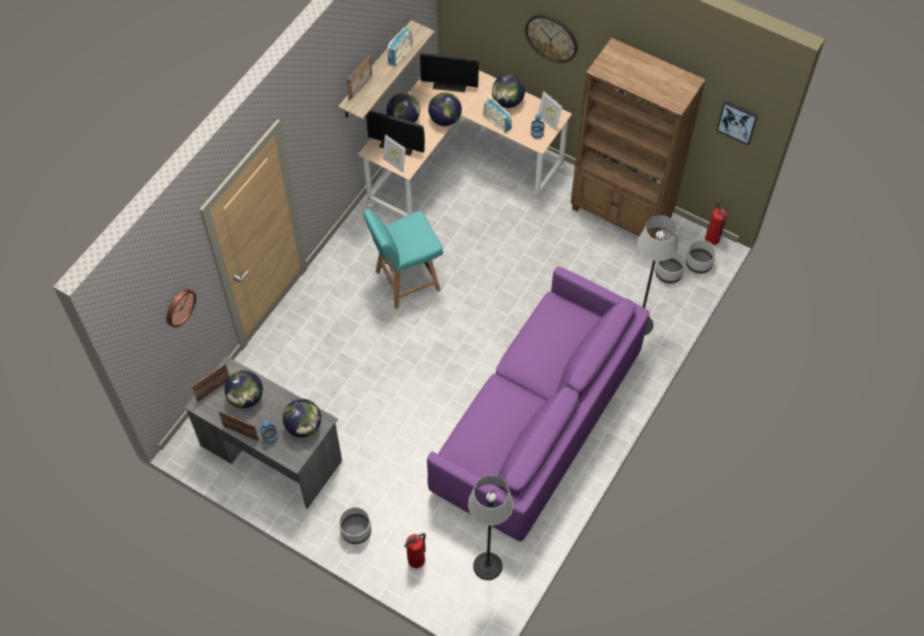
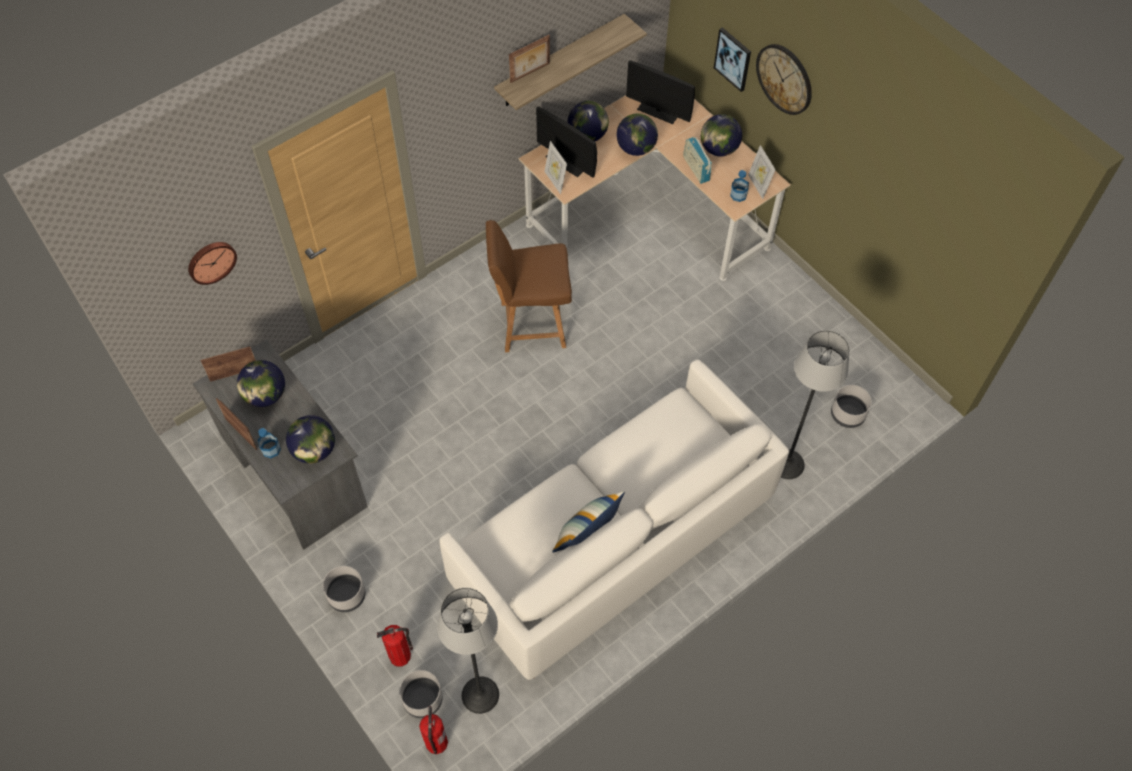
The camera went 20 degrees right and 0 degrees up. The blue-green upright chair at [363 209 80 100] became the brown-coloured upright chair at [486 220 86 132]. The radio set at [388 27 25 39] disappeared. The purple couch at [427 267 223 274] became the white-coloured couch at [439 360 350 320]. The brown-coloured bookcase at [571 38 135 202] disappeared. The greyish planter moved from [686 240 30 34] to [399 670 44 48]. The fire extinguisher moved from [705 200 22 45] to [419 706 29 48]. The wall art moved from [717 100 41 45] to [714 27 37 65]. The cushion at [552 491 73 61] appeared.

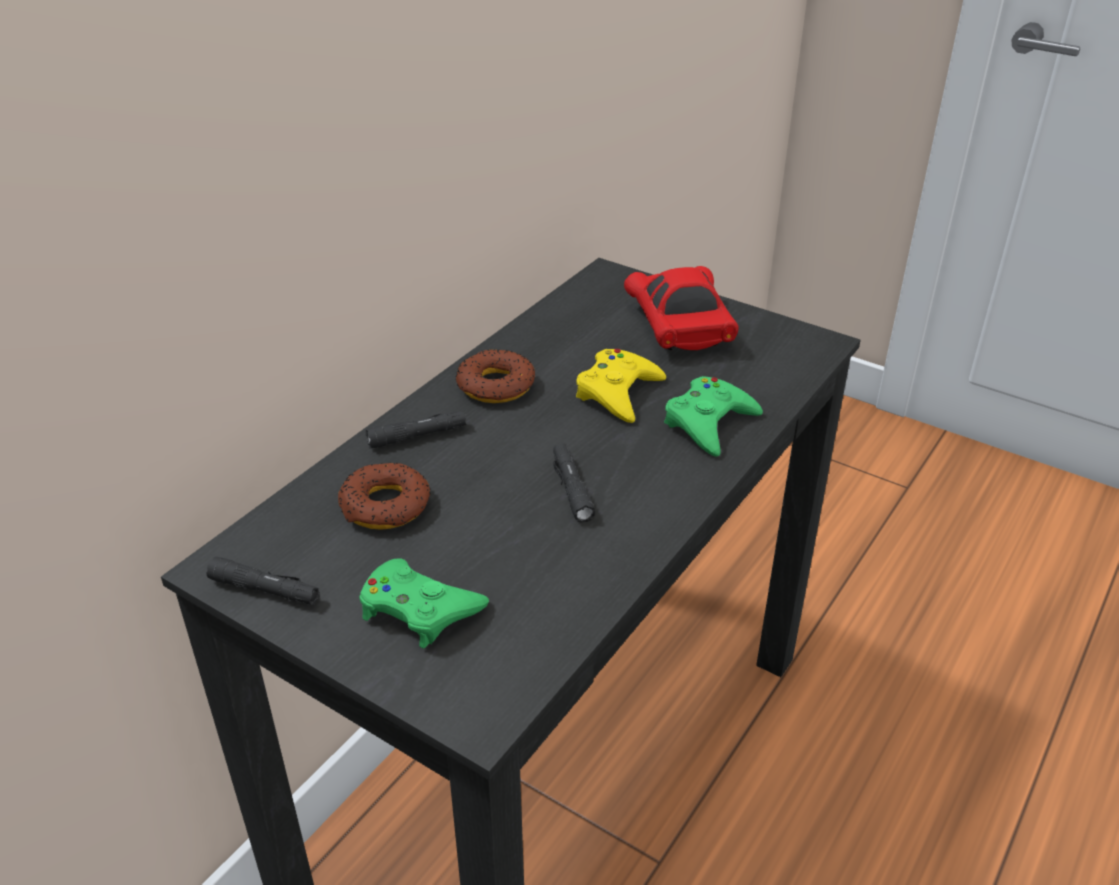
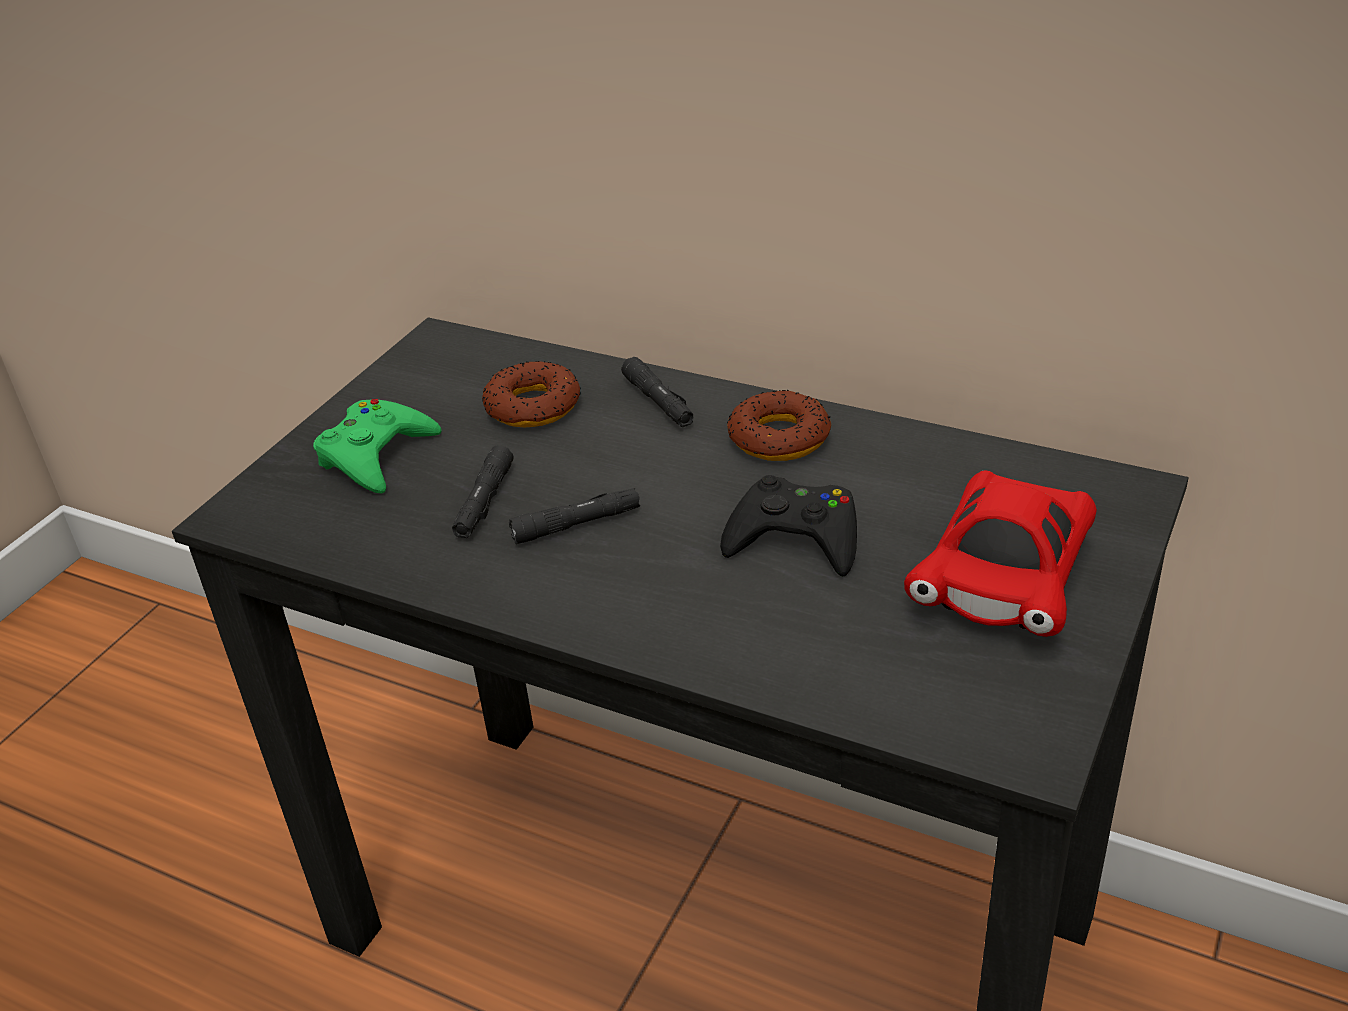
The camera went 85 degrees right and 0 degrees up. The blackish flashlight moved from [206 557 114 48] to [452 445 62 93]. The yellow-coloured game controller at [576 349 90 74] became the blackish game controller at [720 475 137 101]. The reddish miniature car at [624 266 115 84] turned 135 degrees clockwise. The green-coloured game controller at [664 376 99 81] disappeared.

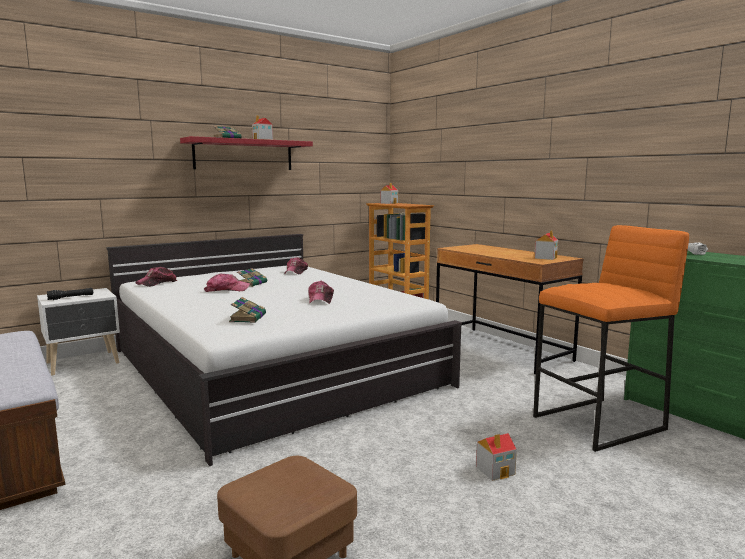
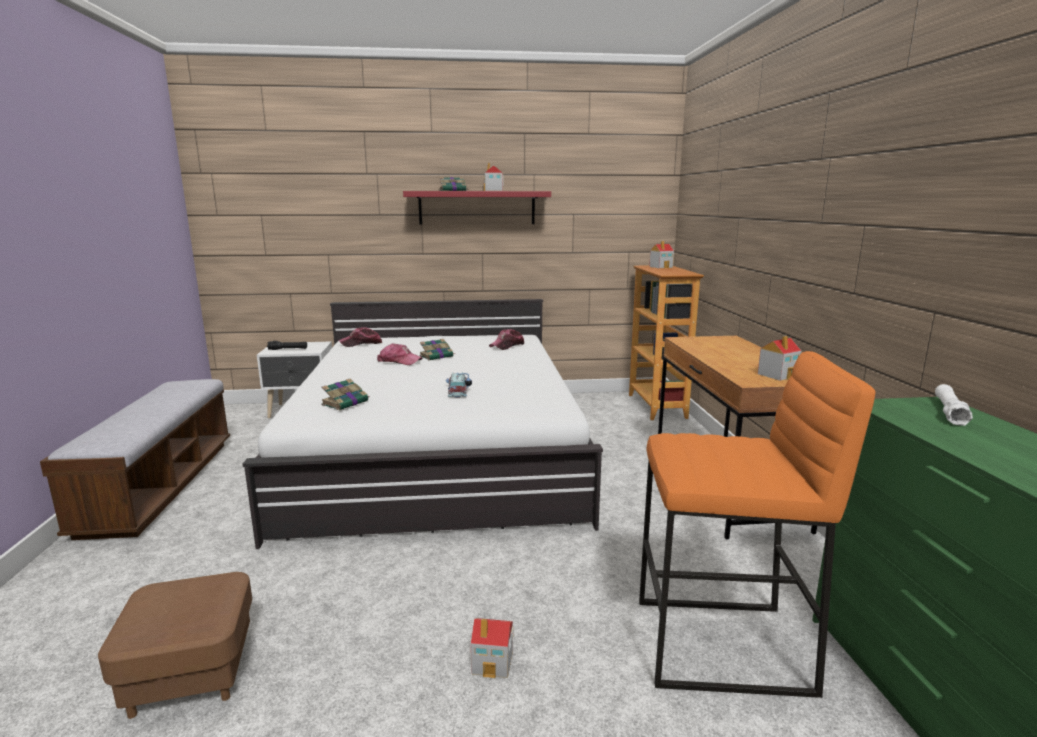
The camera went 30 degrees right and 5 degrees up. The baseball cap at [308 281 26 23] was replaced by the miniature car at [445 372 27 26].

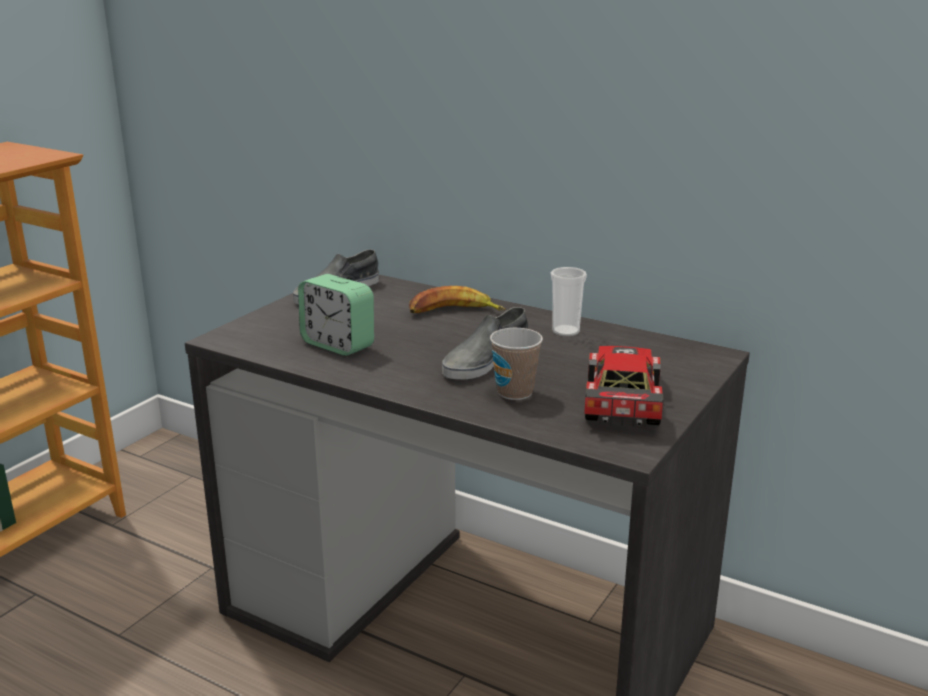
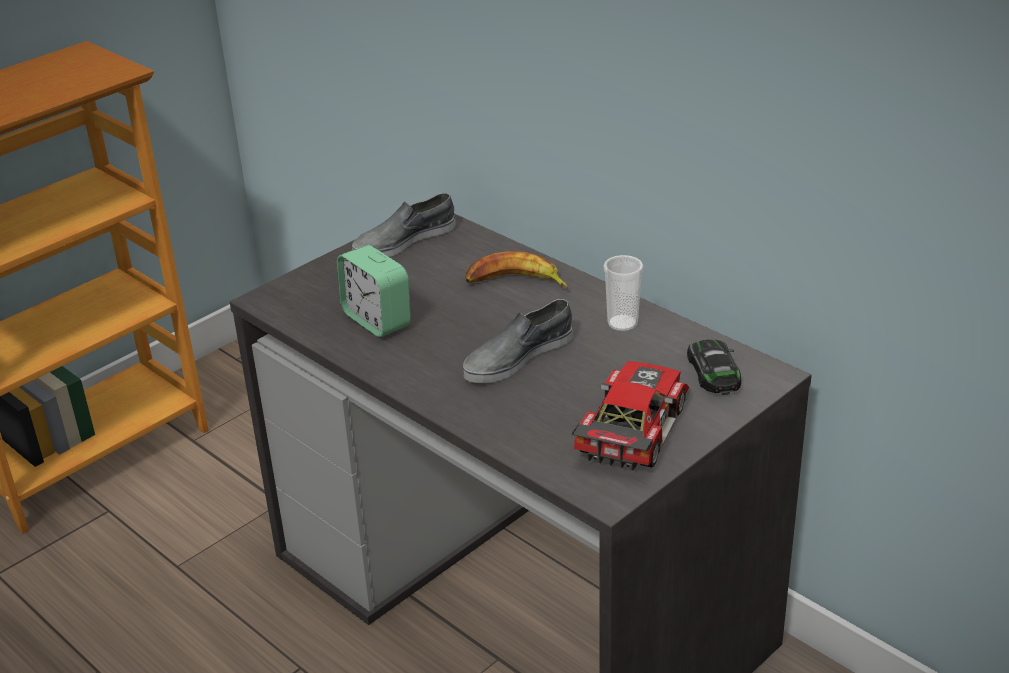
The camera went 15 degrees right and 10 degrees up. The cup at [490 328 53 72] disappeared. The miniature car at [687 340 54 55] appeared.

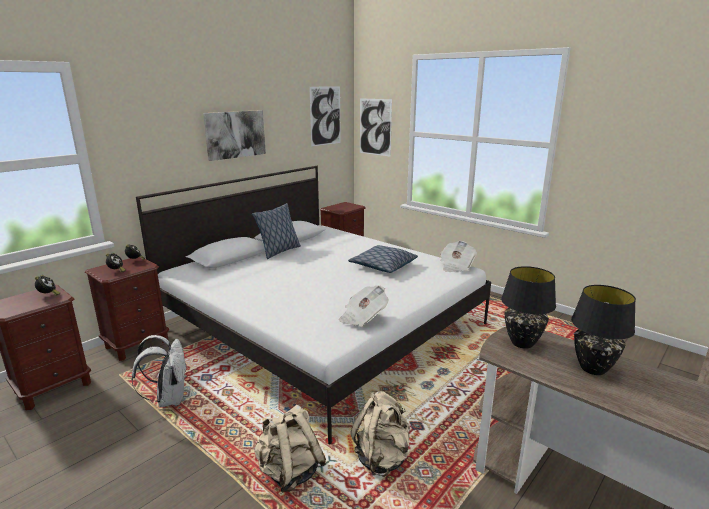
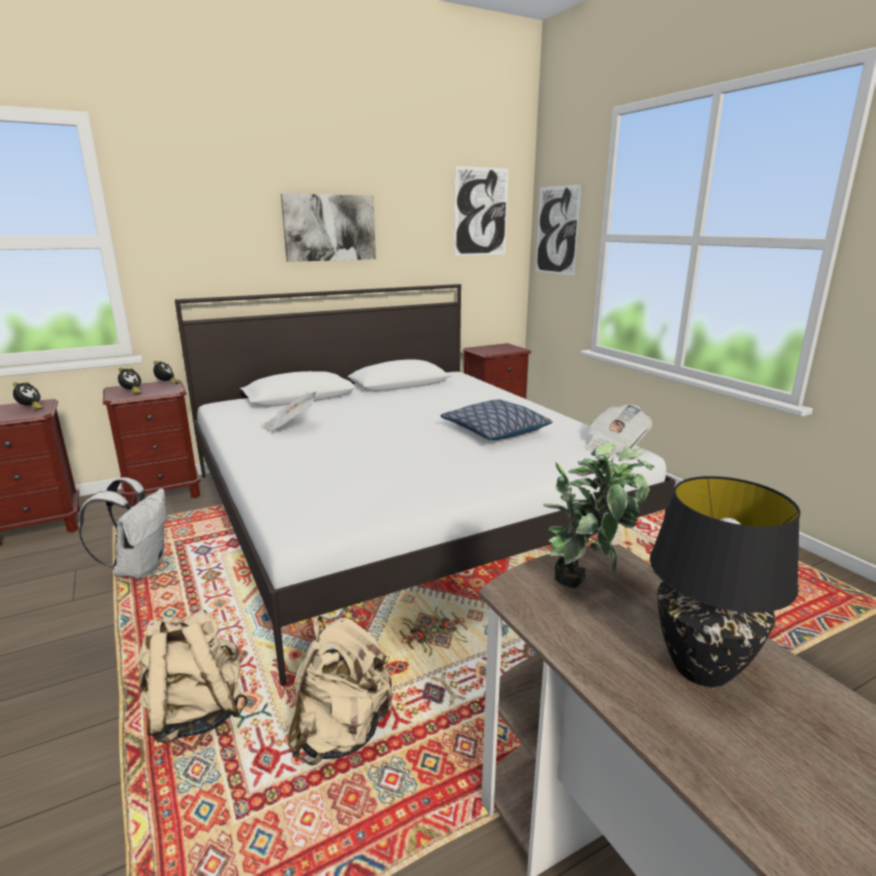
The camera went 20 degrees right and 0 degrees up. The cushion at [252 203 49 56] disappeared. The printed paper moved from [339 286 50 41] to [261 392 58 40]. The blackish table lamp at [501 266 55 83] was replaced by the potted plant at [543 443 112 145].

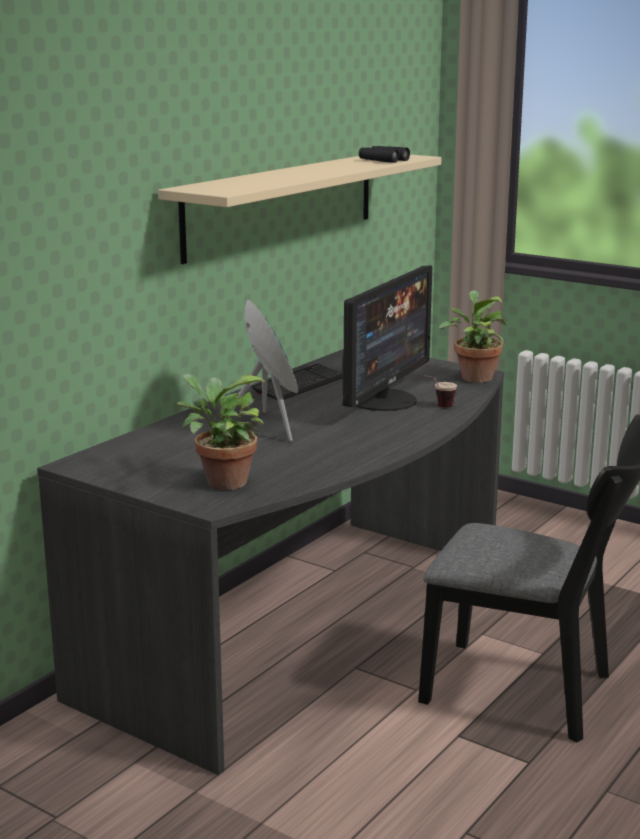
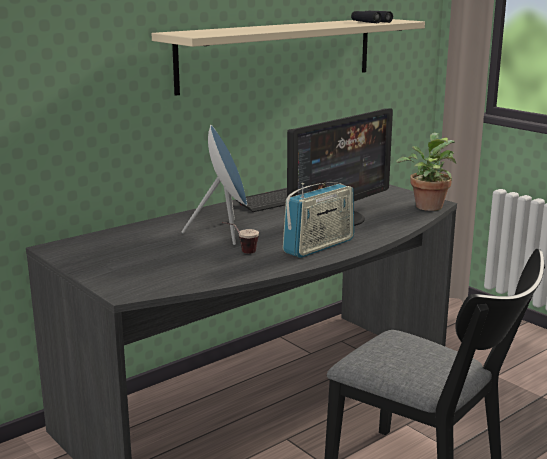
The camera went 15 degrees right and 0 degrees up. The potted plant at [177 373 88 117] disappeared. The cup moved from [424 375 33 33] to [222 222 37 32]. The radio set at [283 183 71 75] appeared.

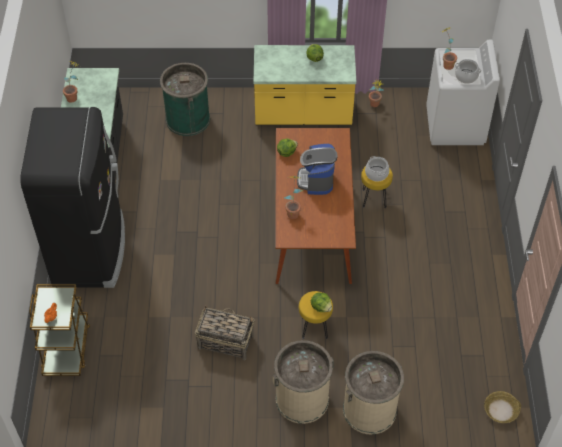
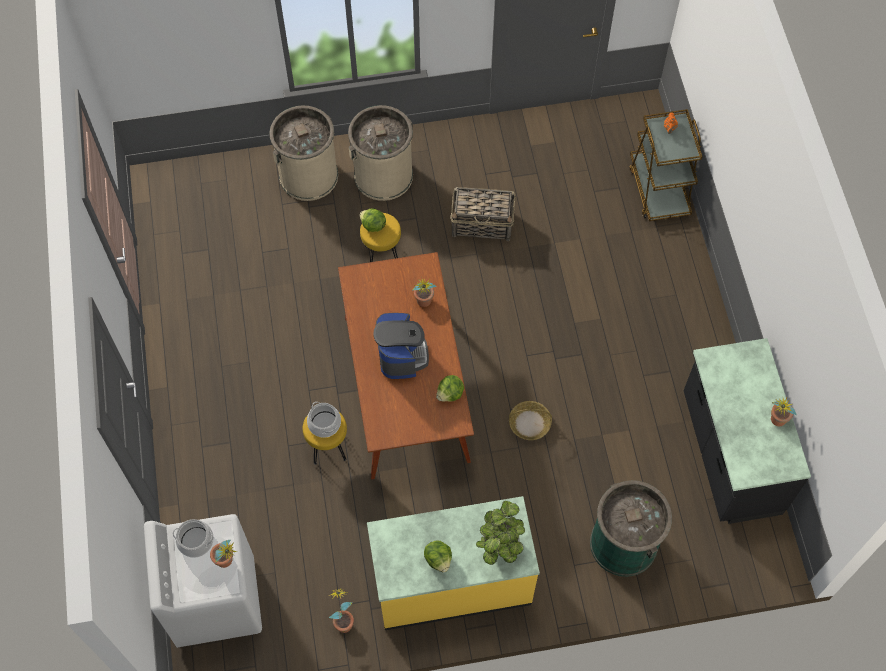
The camera went 170 degrees right and 10 degrees up. The blackish fridge at [20 107 105 181] disappeared. The household basket moved from [484 391 37 32] to [509 401 43 39]. The potted plant at [476 501 49 64] appeared.

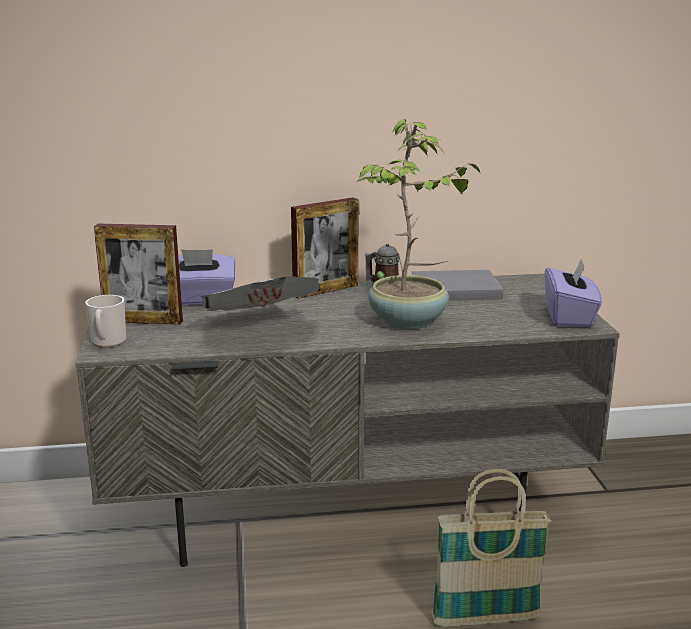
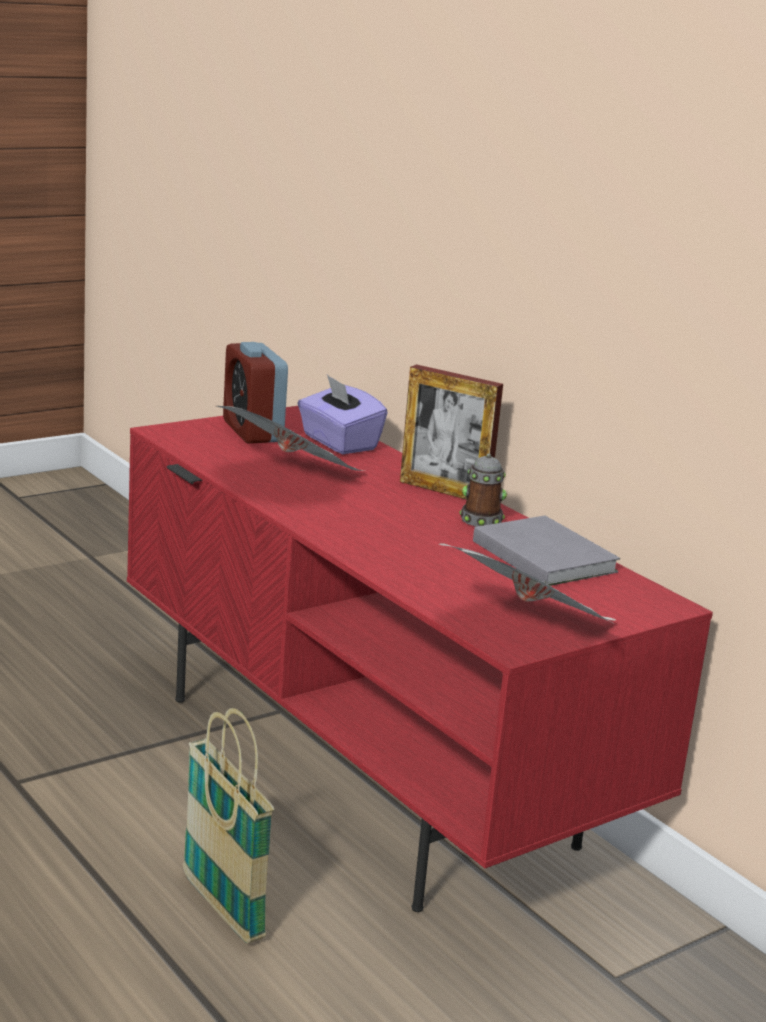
The camera went 60 degrees right and 0 degrees up. The greyish tv unit at [75 274 545 293] became the reddish tv unit at [127 406 586 506]. The tea mug at [85 295 41 53] disappeared. The photo frame at [94 224 89 101] was replaced by the table clock at [223 342 65 102]. The potted plant at [357 119 123 210] disappeared. The purple tissue box at [545 258 57 70] was replaced by the printed paper at [439 543 177 81].

